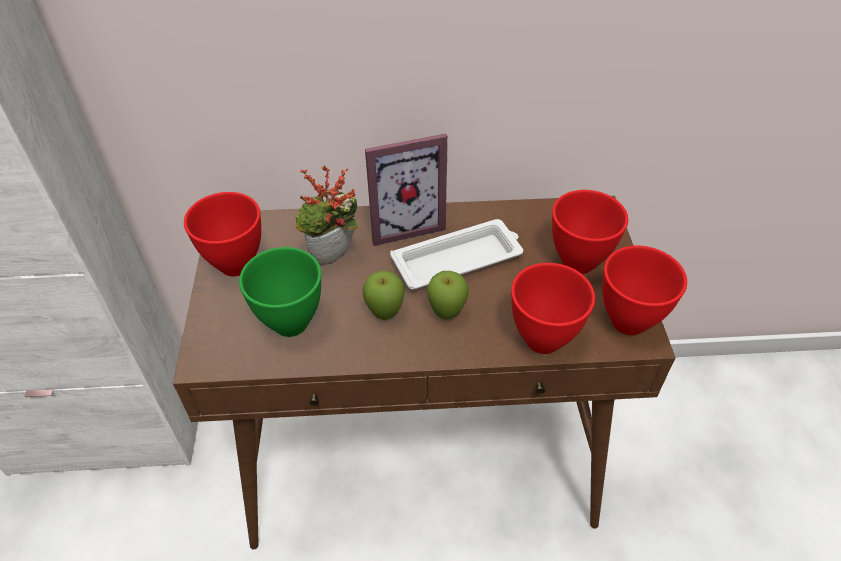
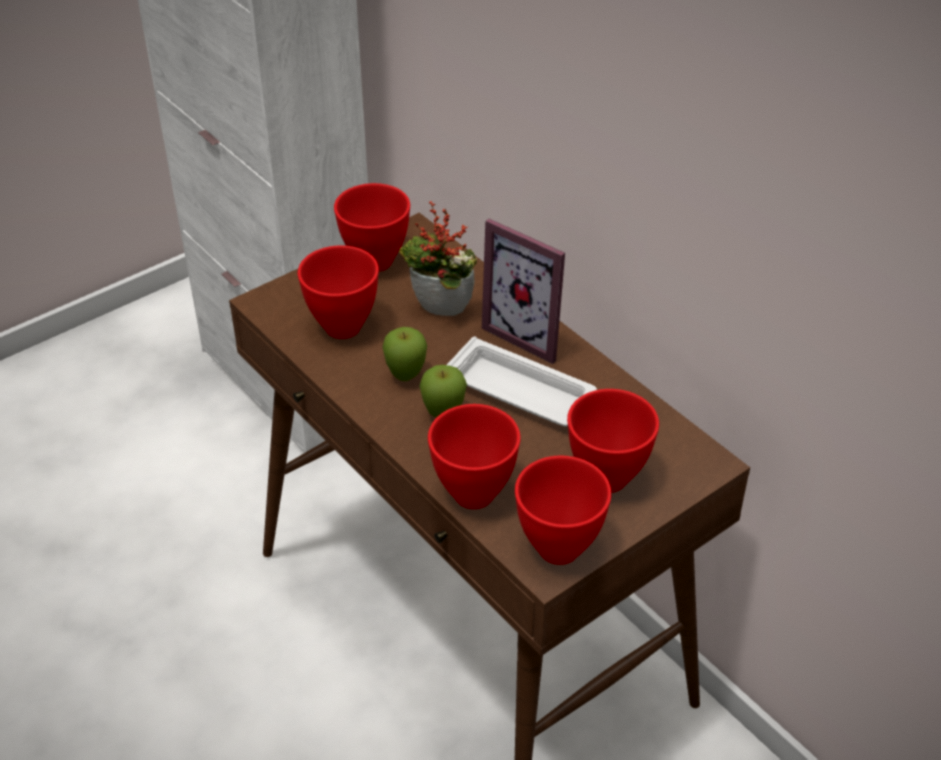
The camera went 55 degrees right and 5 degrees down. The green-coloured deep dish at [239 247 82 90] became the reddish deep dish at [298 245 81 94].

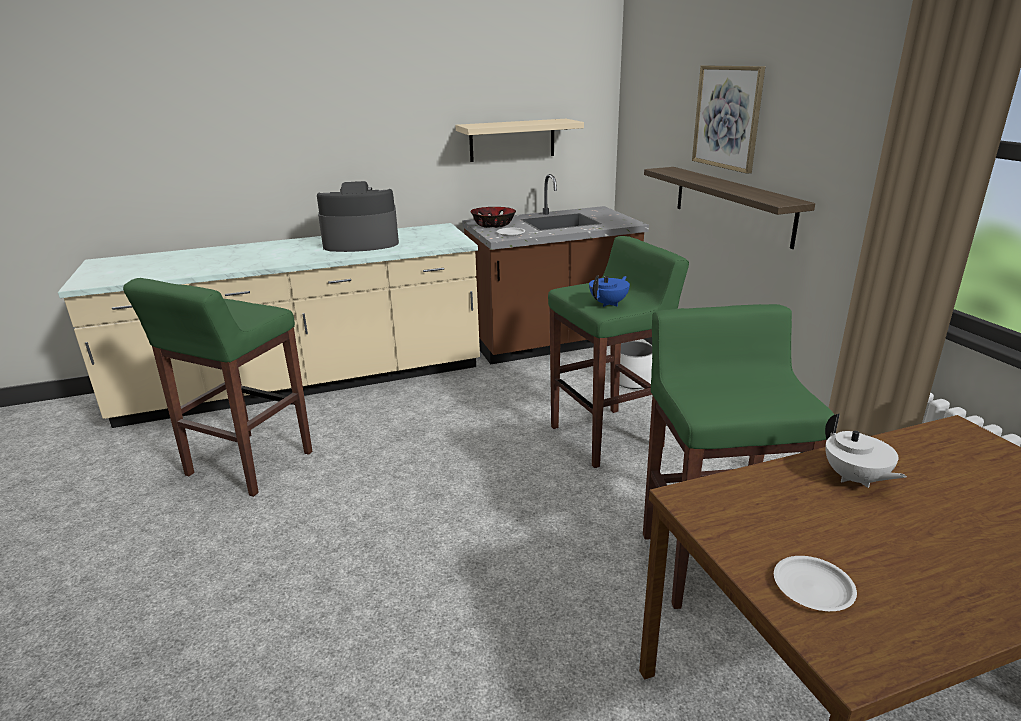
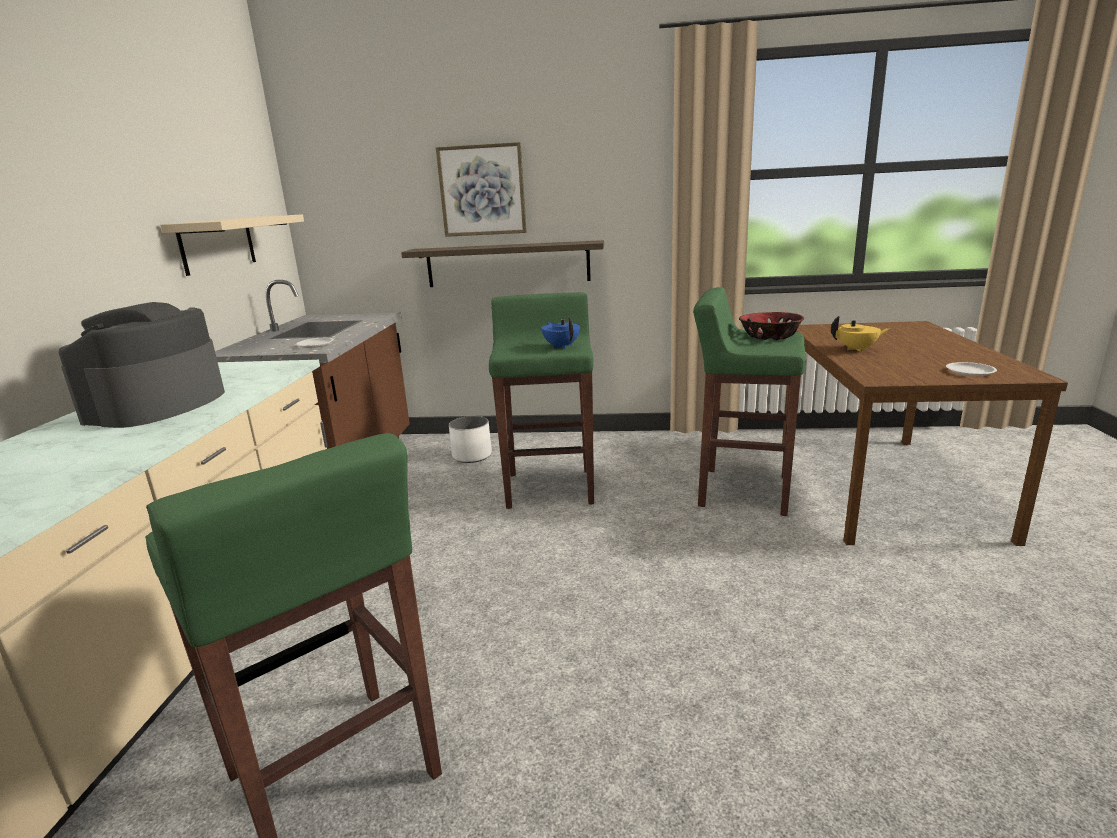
The camera went 65 degrees left and 5 degrees down. The deep dish moved from [471 207 45 21] to [739 312 65 28]. The white-coloured teapot at [825 414 82 74] became the yellow-coloured teapot at [831 316 60 36].

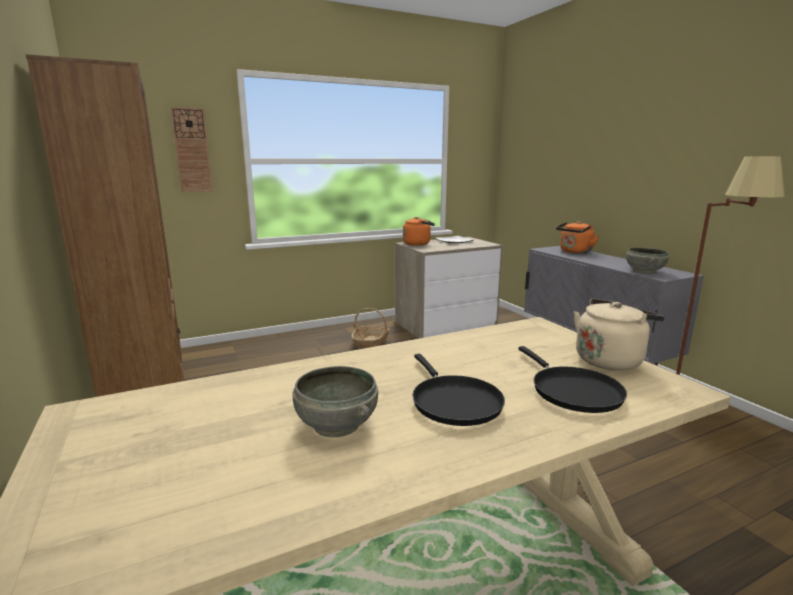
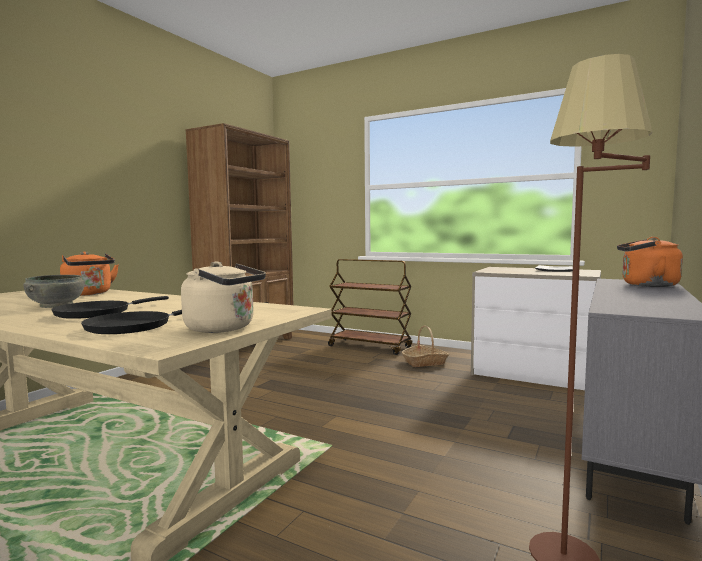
The camera went 55 degrees right and 10 degrees down. The wall clock at [170 107 43 85] disappeared. The orange-coloured kettle moved from [403 217 32 29] to [60 251 59 45]. The greyish deep dish at [626 248 43 26] disappeared. The brown-coloured wheeled cart at [328 259 84 96] appeared.

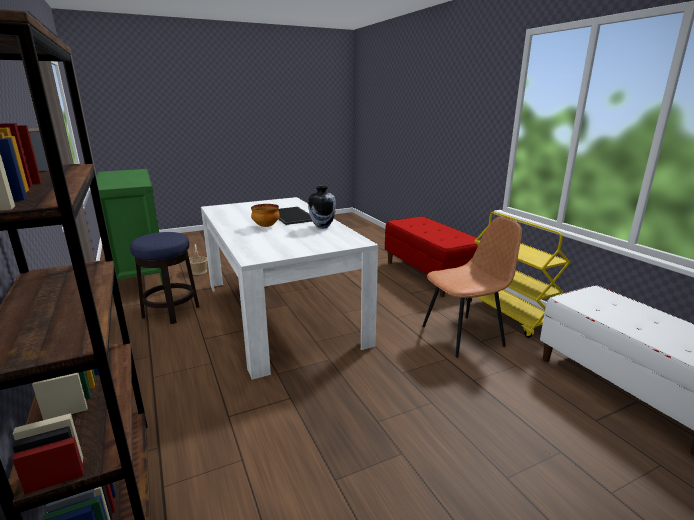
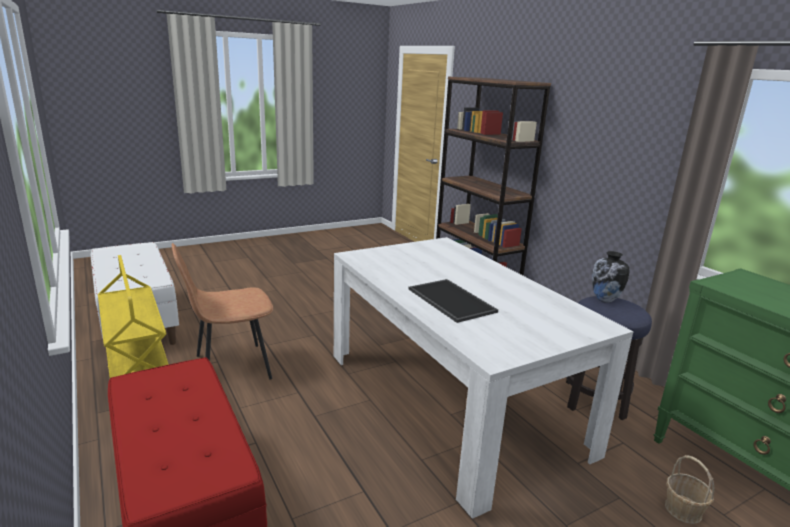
The camera went 175 degrees right and 0 degrees up. The deep dish at [251 204 29 23] disappeared. The flower vase moved from [308 186 28 42] to [592 251 38 52].

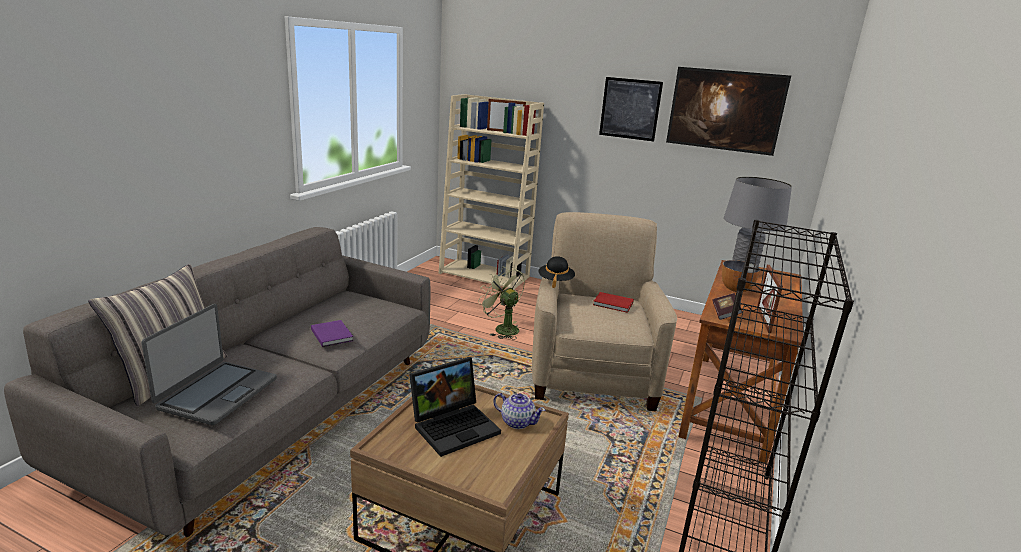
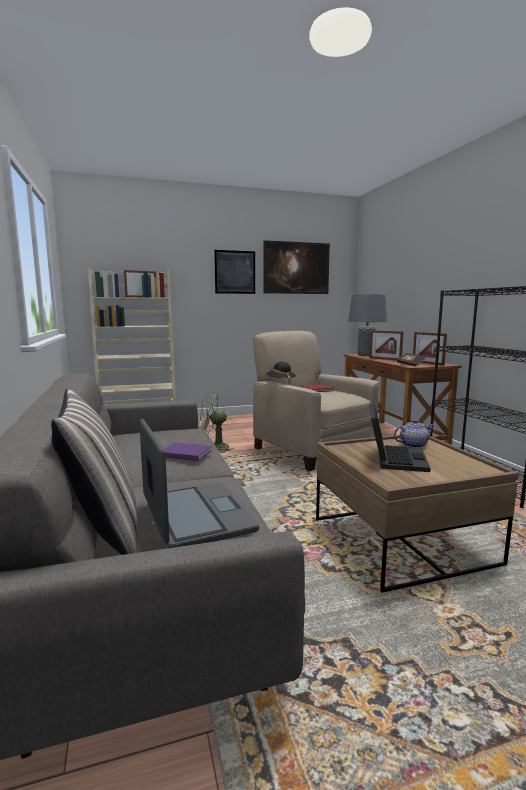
The camera went 40 degrees left and 10 degrees down. The deep dish at [722 260 38 32] was replaced by the photo frame at [369 330 34 30].

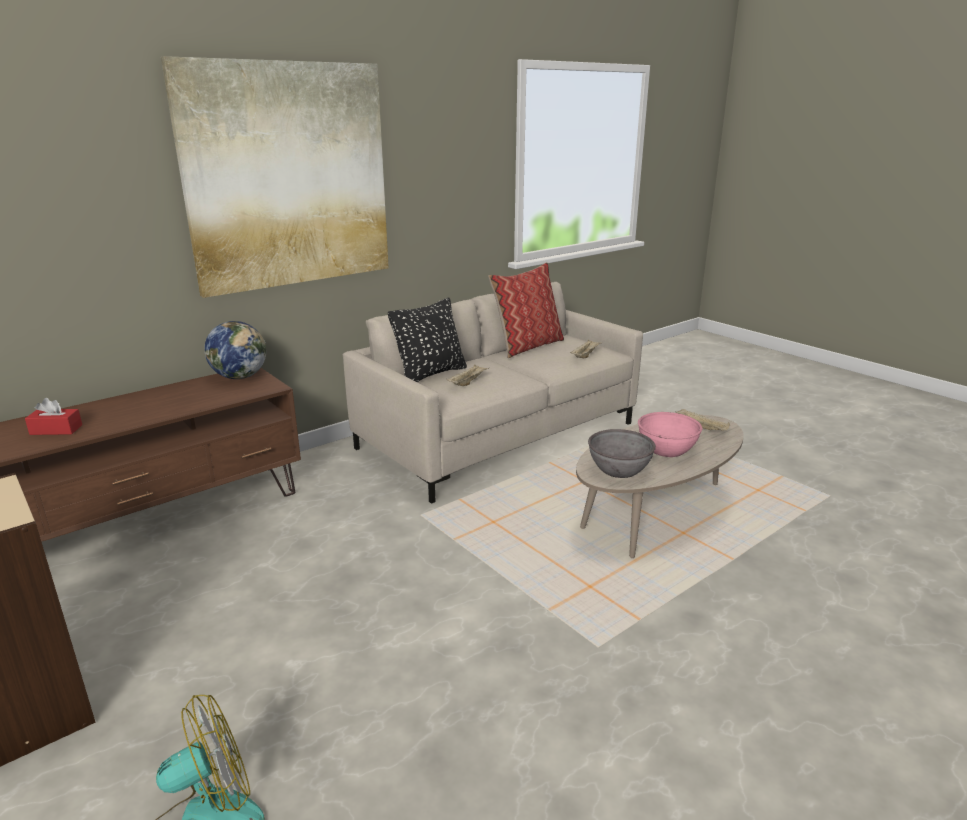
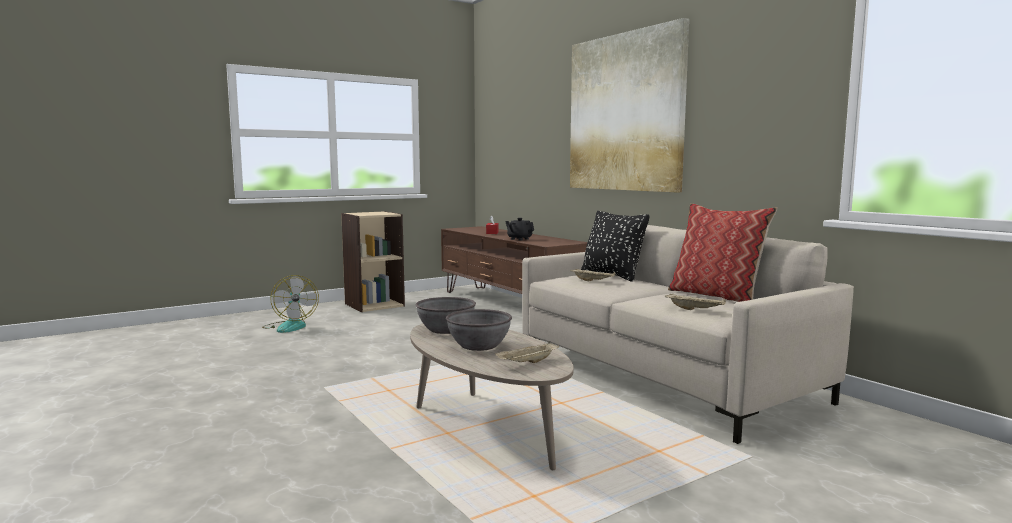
The camera went 95 degrees right and 15 degrees down. The desk globe at [204 321 62 58] disappeared. The pinkish deep dish at [638 412 64 45] became the greyish deep dish at [446 309 66 42]. The blackish teapot at [505 218 29 23] appeared.

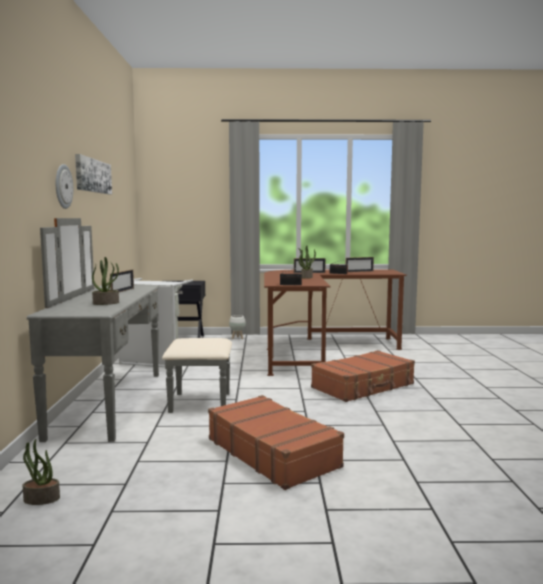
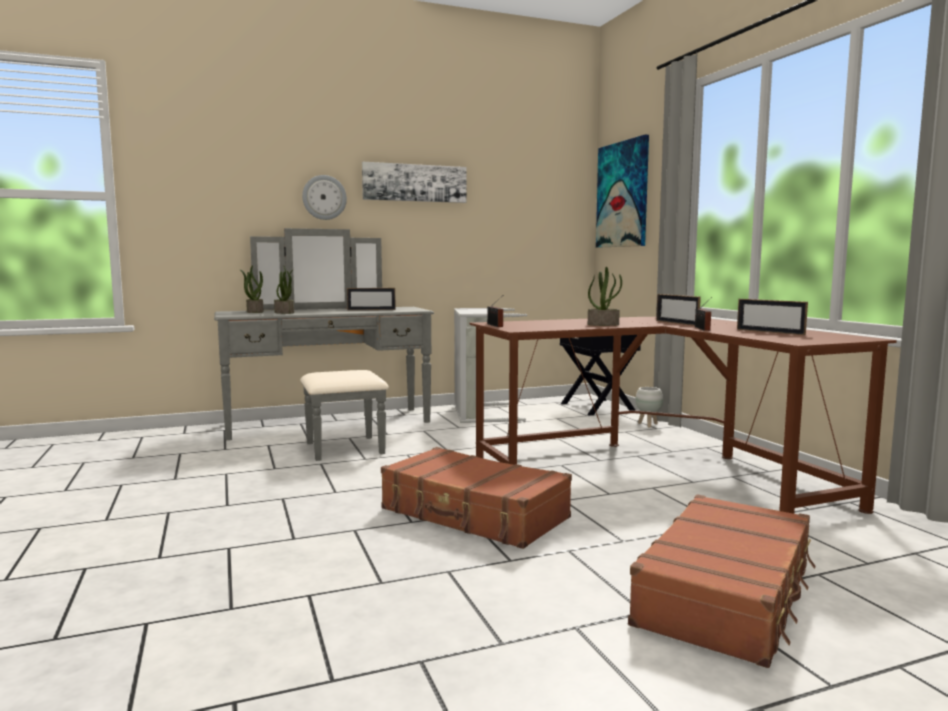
The camera went 70 degrees right and 0 degrees up. The potted plant moved from [23 439 37 66] to [240 265 24 48]. The brown-coloured suitcase moved from [208 395 136 95] to [628 494 187 174]. The wall art at [596 135 53 113] appeared.

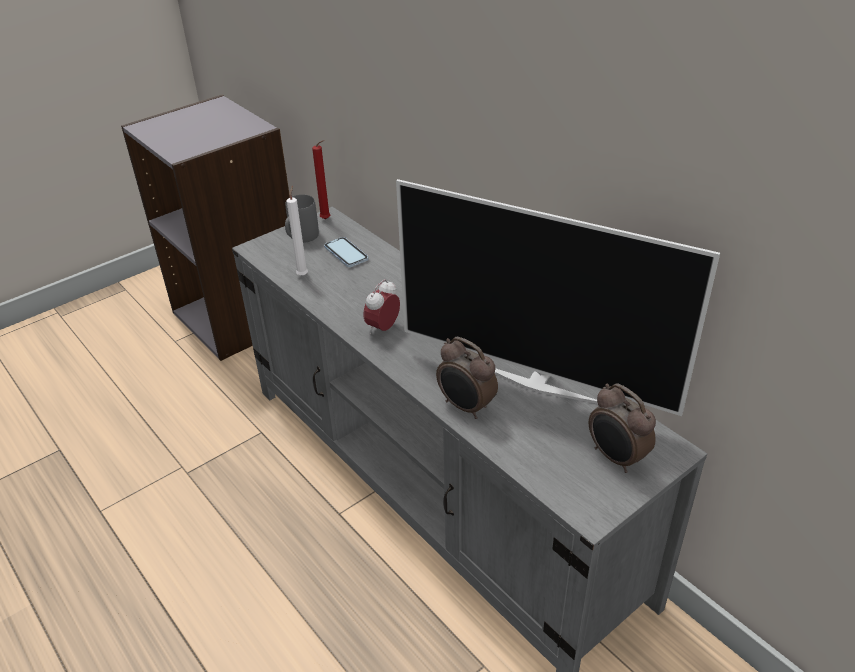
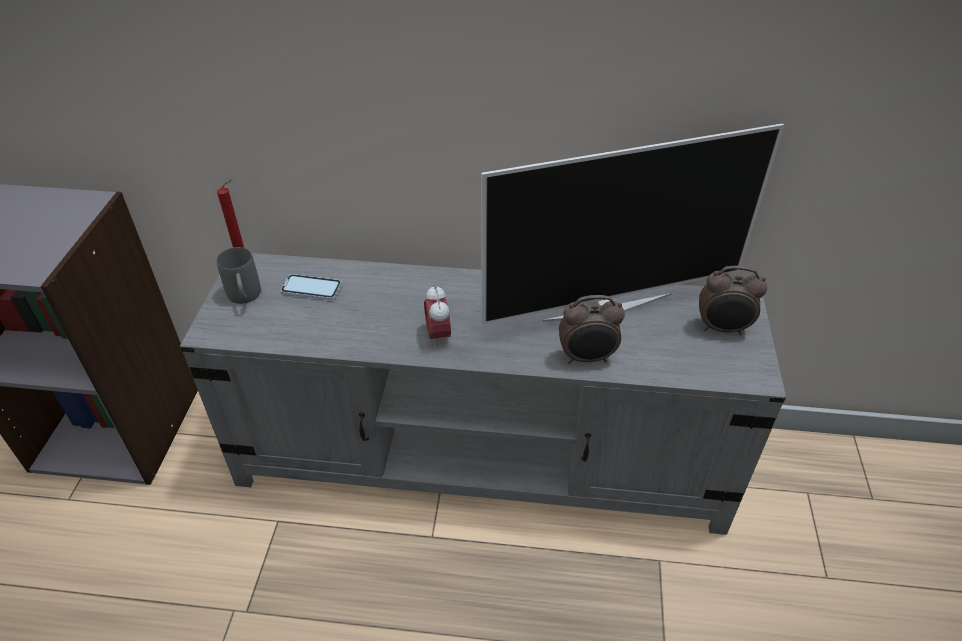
The camera went 45 degrees left and 5 degrees up. The white-coloured candle at [287 185 21 91] disappeared.

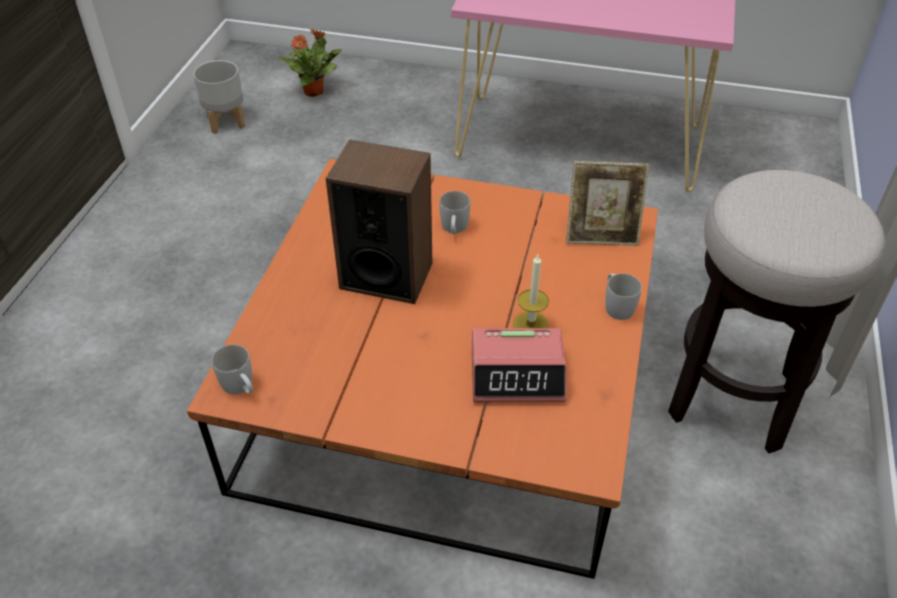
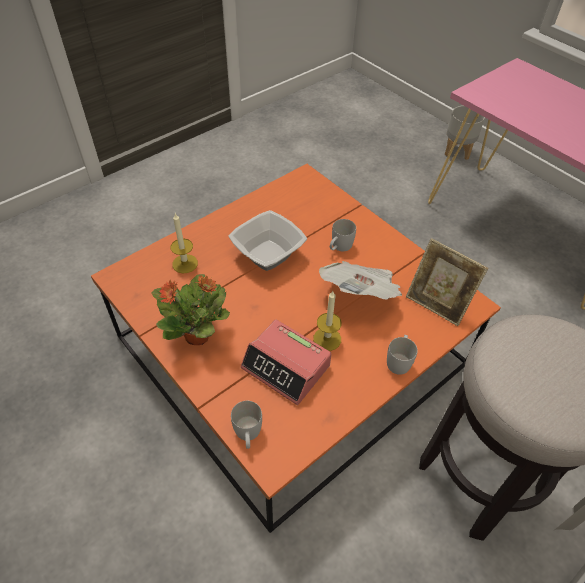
The camera went 35 degrees right and 5 degrees up. The greyish planter moved from [193 60 52 74] to [445 105 40 55]. The white-coloured tea mug moved from [212 345 41 49] to [231 401 31 48]. The potted plant moved from [278 29 64 68] to [152 274 78 71]. The speaker at [326 139 106 165] was replaced by the deep dish at [228 210 79 61]. The candle at [171 213 27 60] appeared. The printed paper at [319 261 83 38] appeared.

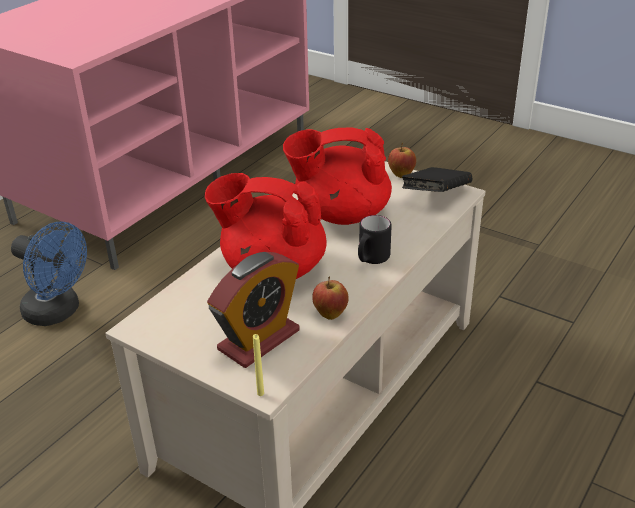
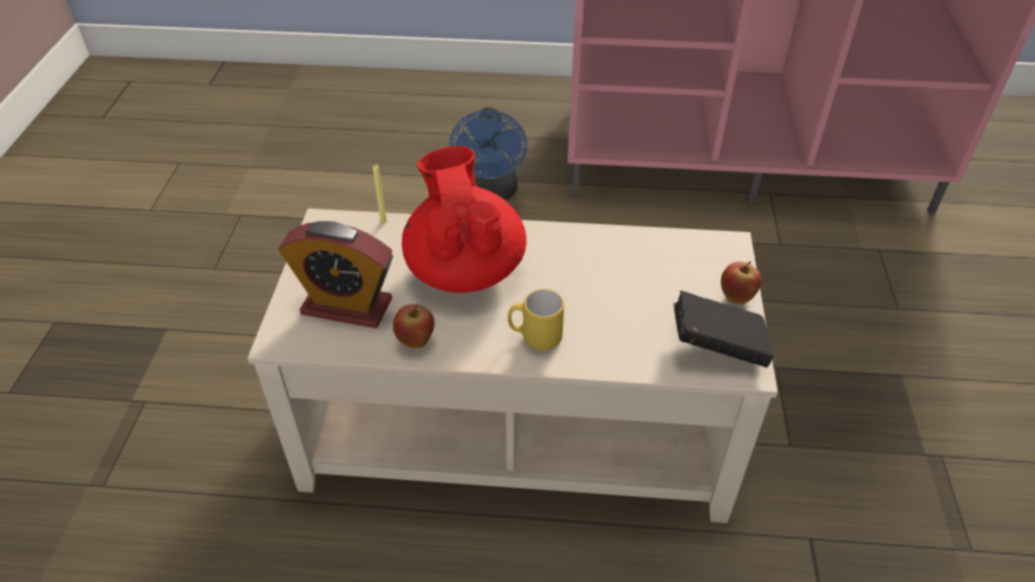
The camera went 60 degrees right and 10 degrees up. The yellow-coloured candle moved from [253 334 11 62] to [373 165 14 58]. The reddish teapot at [283 128 109 97] disappeared. The blackish tea mug at [358 215 34 49] became the yellow-coloured tea mug at [508 289 56 61].

